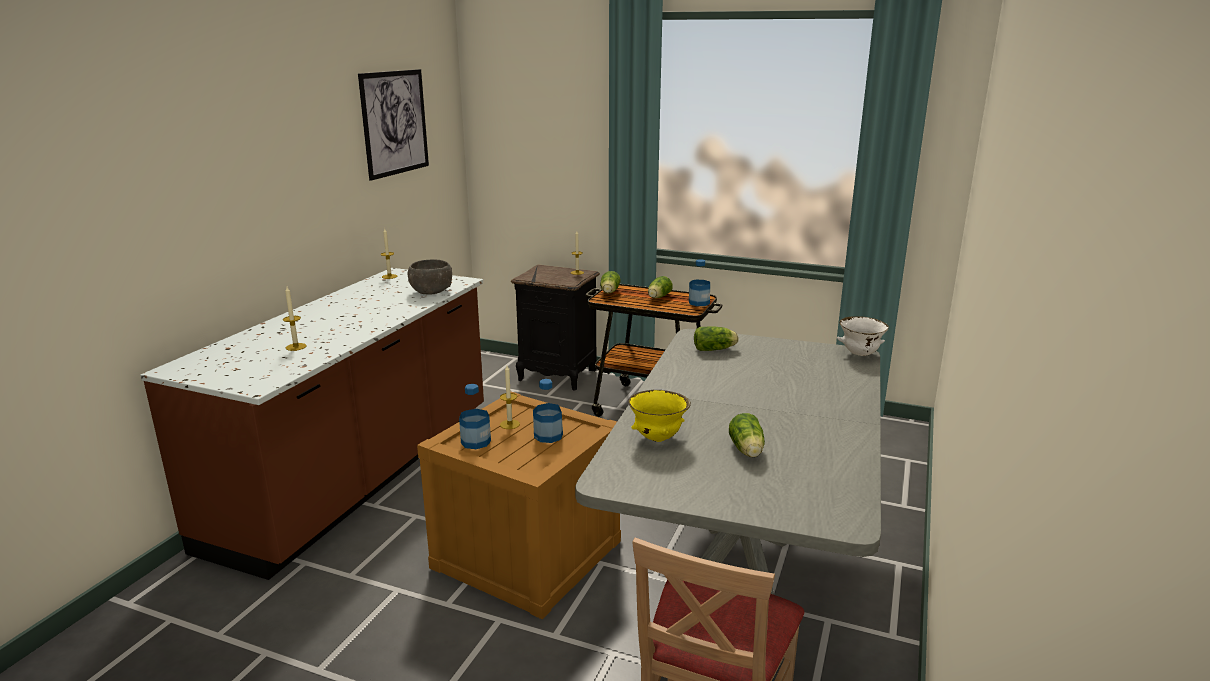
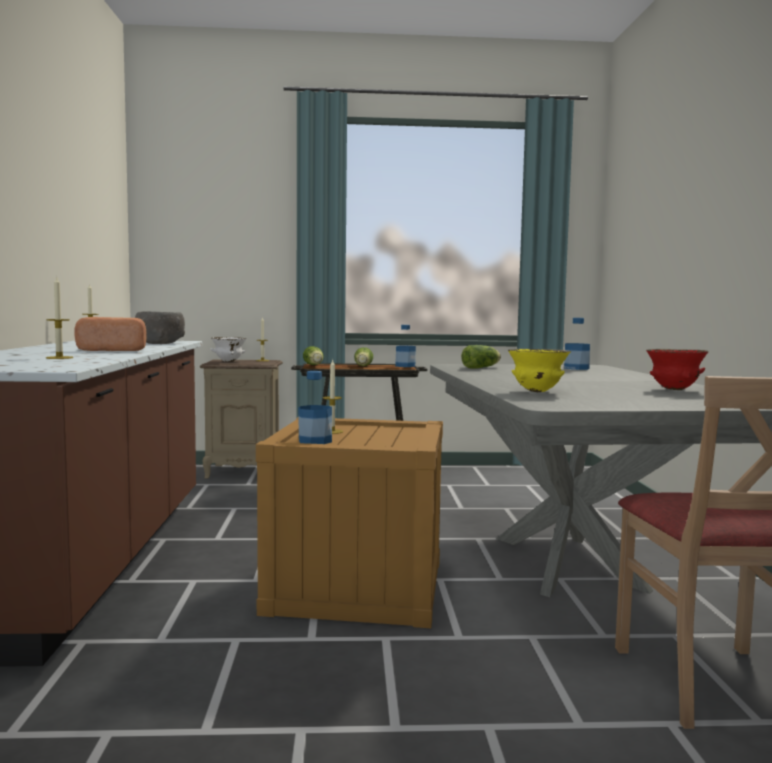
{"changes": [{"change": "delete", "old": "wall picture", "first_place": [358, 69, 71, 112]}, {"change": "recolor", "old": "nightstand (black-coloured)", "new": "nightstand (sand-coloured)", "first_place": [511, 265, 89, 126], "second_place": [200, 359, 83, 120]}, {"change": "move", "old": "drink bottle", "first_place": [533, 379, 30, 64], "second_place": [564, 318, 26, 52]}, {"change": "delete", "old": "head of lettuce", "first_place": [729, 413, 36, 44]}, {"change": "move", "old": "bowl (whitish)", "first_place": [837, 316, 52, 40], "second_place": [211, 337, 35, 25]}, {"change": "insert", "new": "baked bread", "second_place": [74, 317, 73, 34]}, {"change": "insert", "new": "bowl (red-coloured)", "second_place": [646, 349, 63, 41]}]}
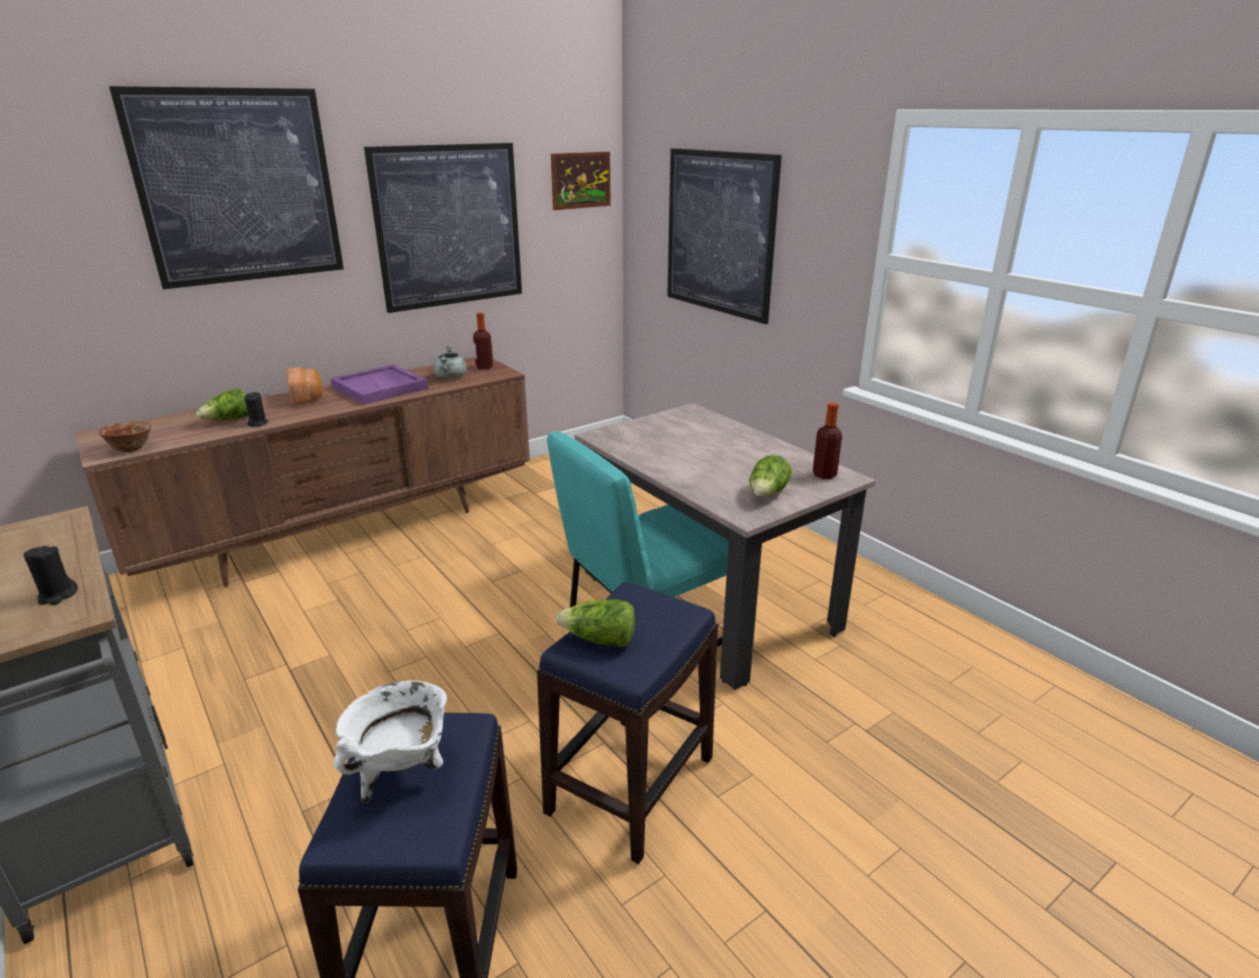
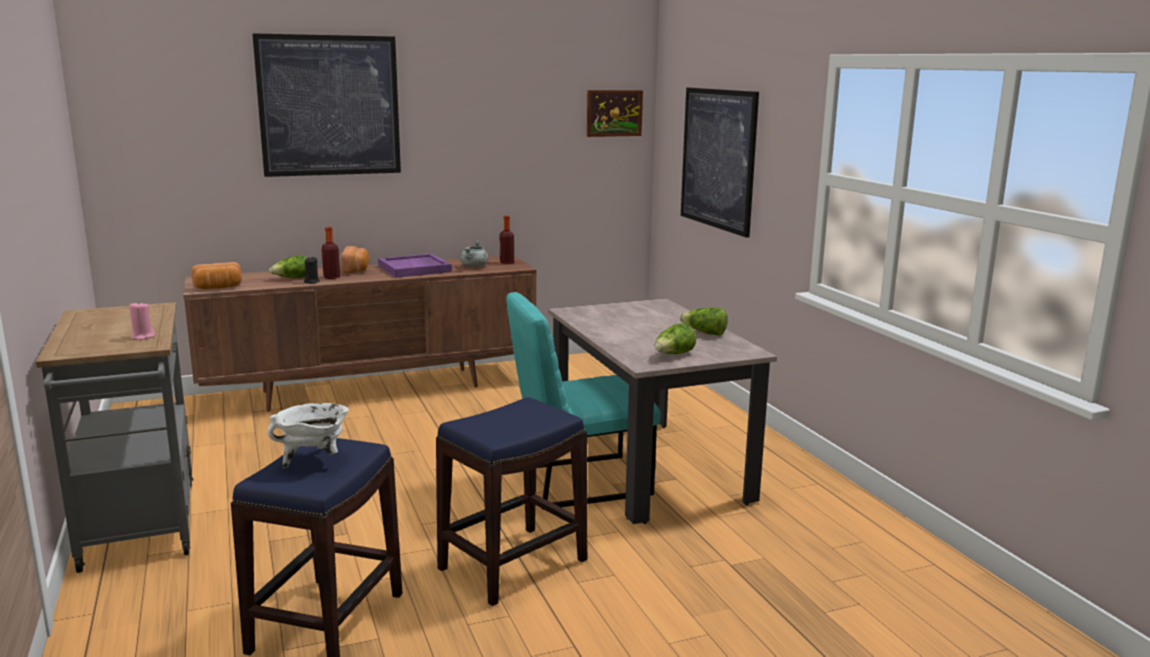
{"changes": [{"change": "recolor", "old": "wax candle (black-coloured)", "new": "wax candle (pinkish)", "first_place": [24, 546, 54, 59], "second_place": [129, 301, 26, 39]}, {"change": "replace", "old": "bowl", "new": "baked bread", "first_place": [98, 421, 54, 31], "second_place": [191, 262, 51, 27]}, {"change": "delete", "old": "wall picture", "first_place": [364, 143, 158, 170]}, {"change": "move", "old": "head of lettuce", "first_place": [556, 599, 79, 49], "second_place": [680, 307, 48, 29]}, {"change": "move", "old": "drink bottle", "first_place": [813, 402, 29, 77], "second_place": [322, 227, 18, 52]}]}
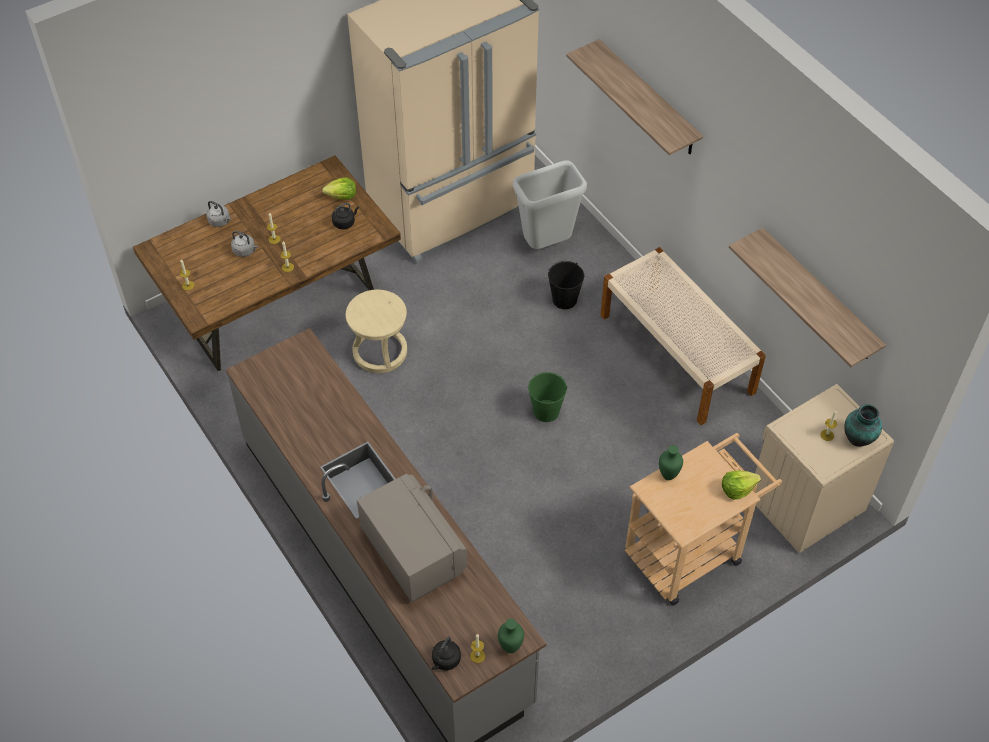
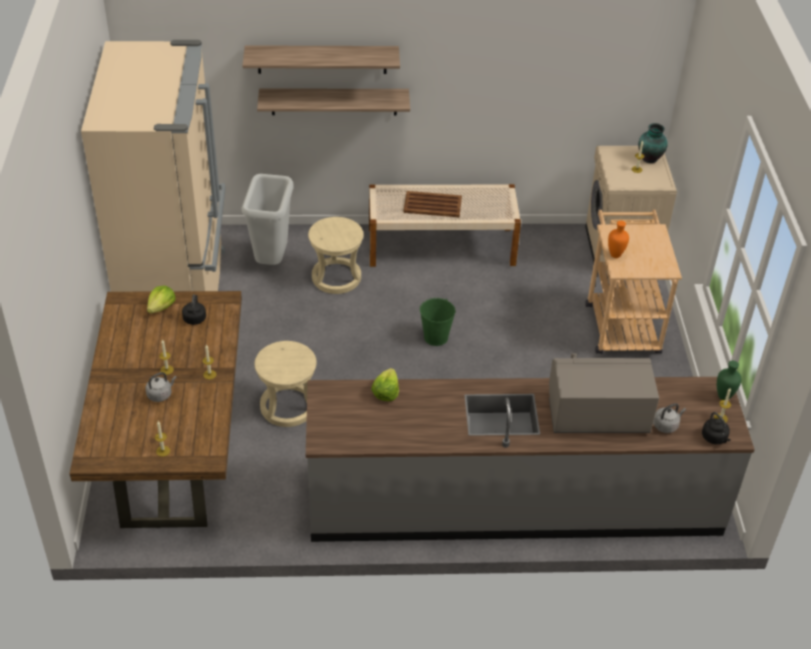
{"changes": [{"change": "move", "old": "water kettle (grey)", "first_place": [206, 201, 25, 26], "second_place": [653, 403, 33, 30]}, {"change": "replace", "old": "water bucket (black-coloured)", "new": "stool (sand-coloured)", "first_place": [548, 261, 36, 48], "second_place": [308, 217, 56, 77]}, {"change": "recolor", "old": "vase (greenish)", "new": "vase (orange)", "first_place": [659, 445, 24, 35], "second_place": [608, 221, 21, 37]}, {"change": "move", "old": "head of lettuce", "first_place": [722, 471, 39, 29], "second_place": [371, 368, 28, 33]}, {"change": "move", "old": "bracket shelf", "first_place": [729, 227, 157, 140], "second_place": [257, 88, 153, 27]}, {"change": "insert", "new": "tray (brown-coloured)", "second_place": [403, 191, 59, 27]}]}
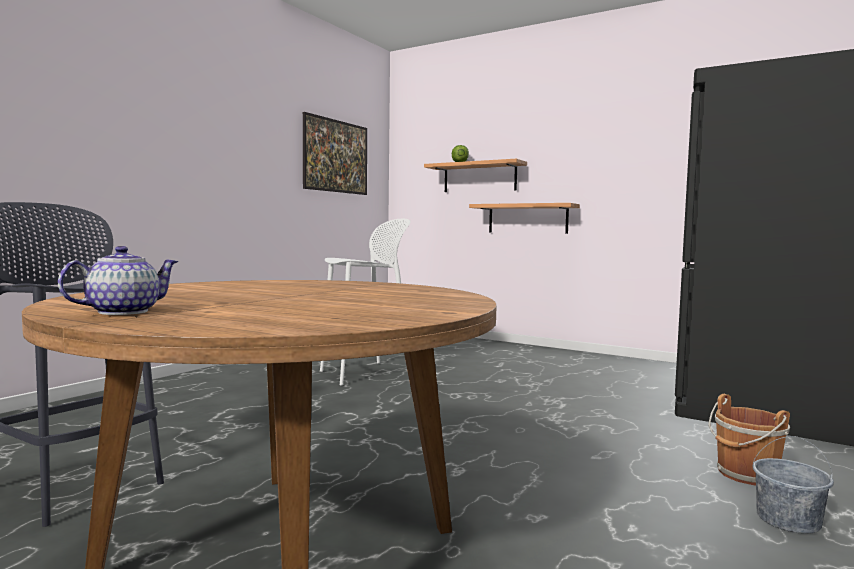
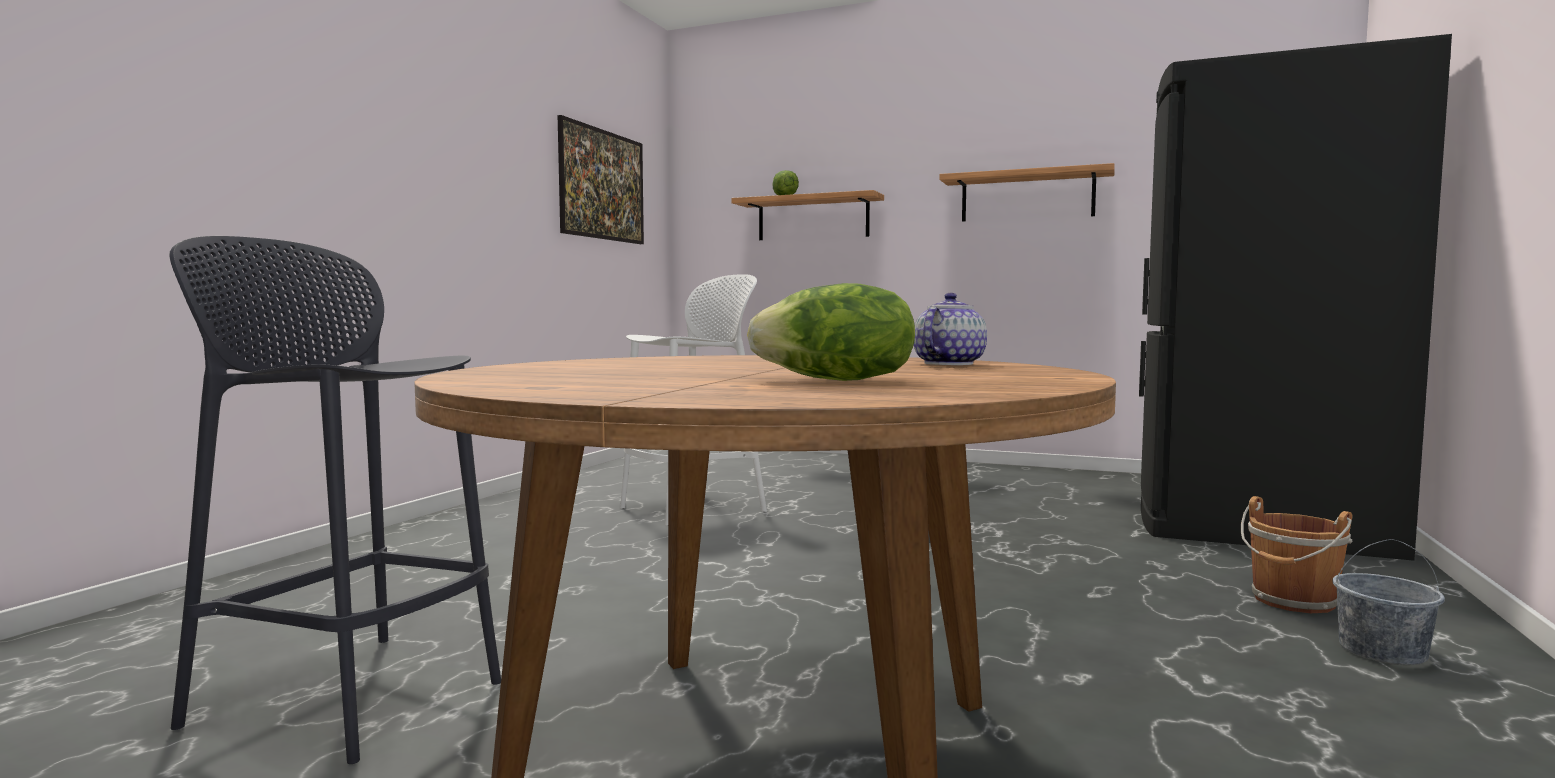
{"changes": [{"change": "move", "old": "tea pot", "first_place": [58, 246, 120, 69], "second_place": [914, 293, 73, 72]}, {"change": "move", "old": "bracket shelf", "first_place": [469, 203, 111, 31], "second_place": [939, 163, 176, 59]}, {"change": "insert", "new": "head of lettuce", "second_place": [747, 283, 168, 98]}]}
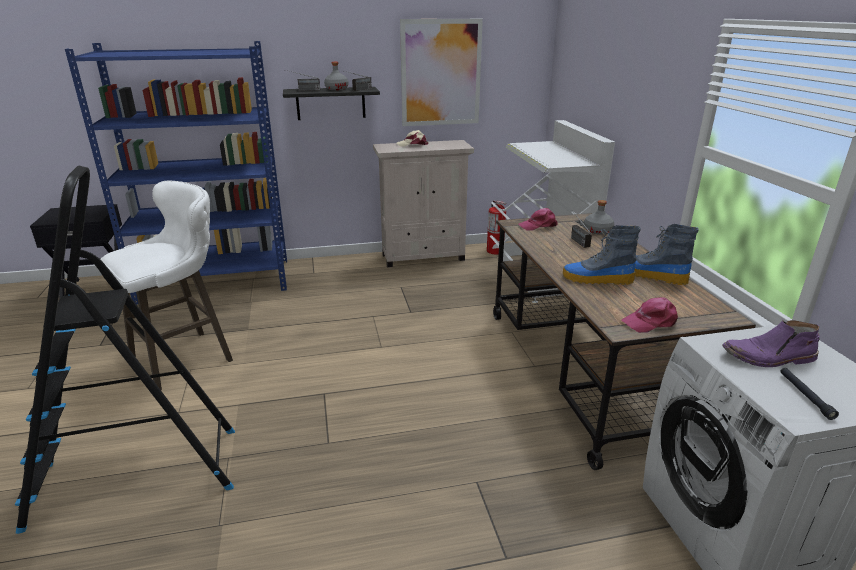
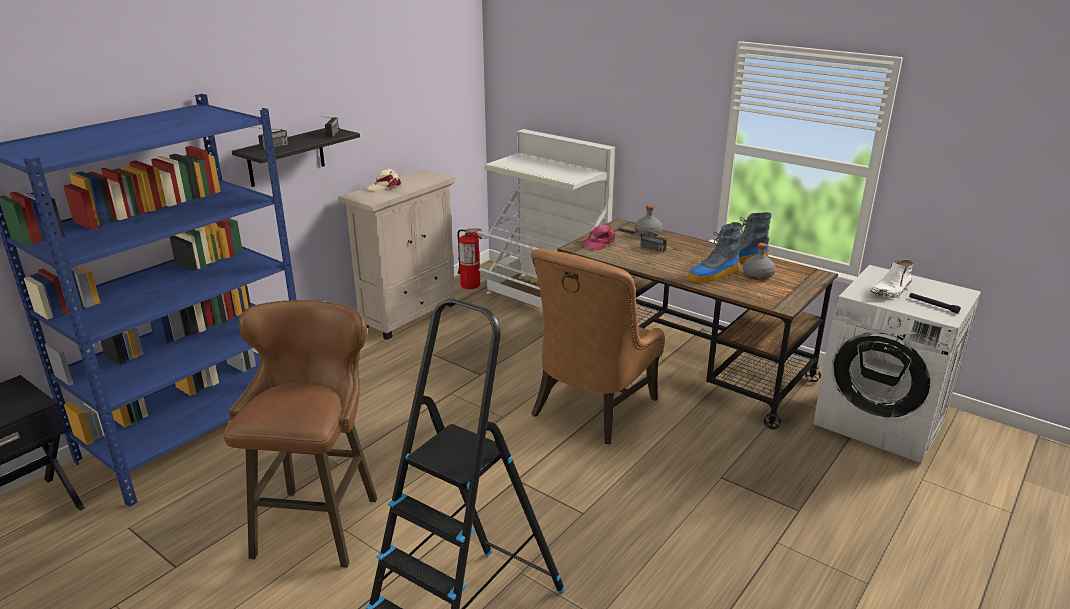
{"changes": [{"change": "recolor", "old": "stool (whitish)", "new": "stool (brown-coloured)", "first_place": [100, 180, 133, 210], "second_place": [224, 300, 153, 268]}, {"change": "move", "old": "drink bottle (grey)", "first_place": [324, 62, 24, 28], "second_place": [743, 243, 33, 37]}, {"change": "delete", "old": "wall picture", "first_place": [400, 19, 83, 107]}, {"change": "delete", "old": "peaked cap (pinkish)", "first_place": [621, 297, 57, 36]}, {"change": "recolor", "old": "boot (purple-coloured)", "new": "boot (whitish)", "first_place": [722, 320, 98, 47], "second_place": [870, 260, 43, 38]}, {"change": "insert", "new": "upright chair (brown-coloured)", "second_place": [531, 249, 134, 195]}]}
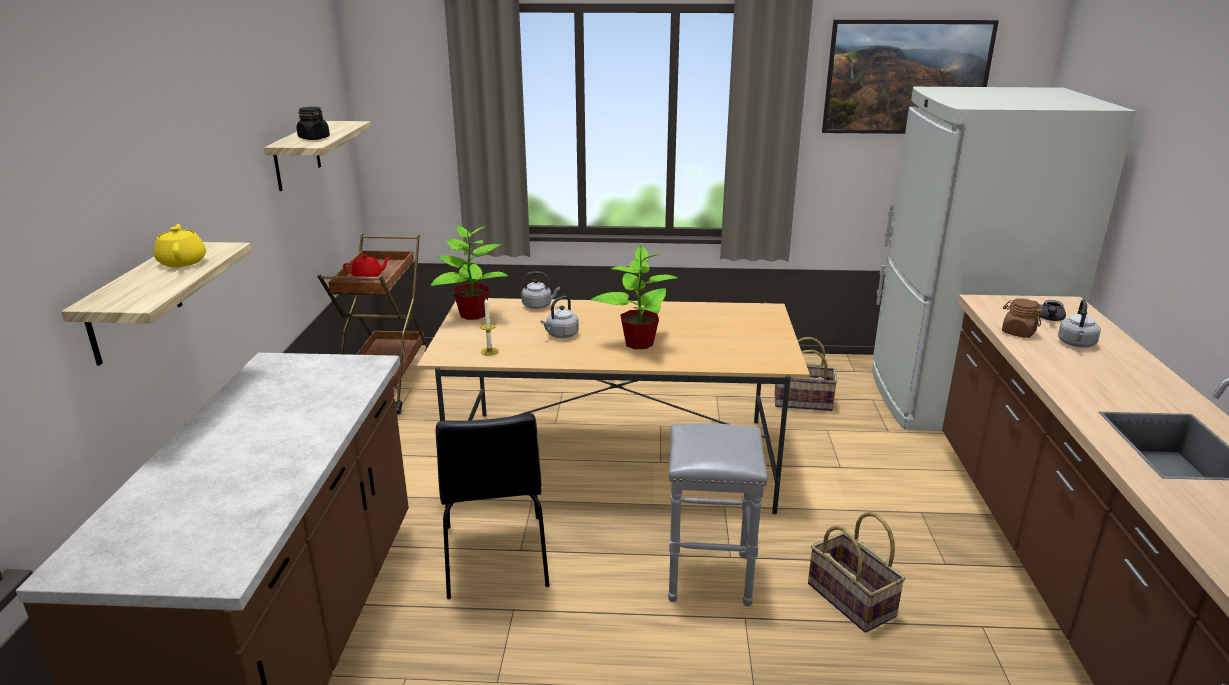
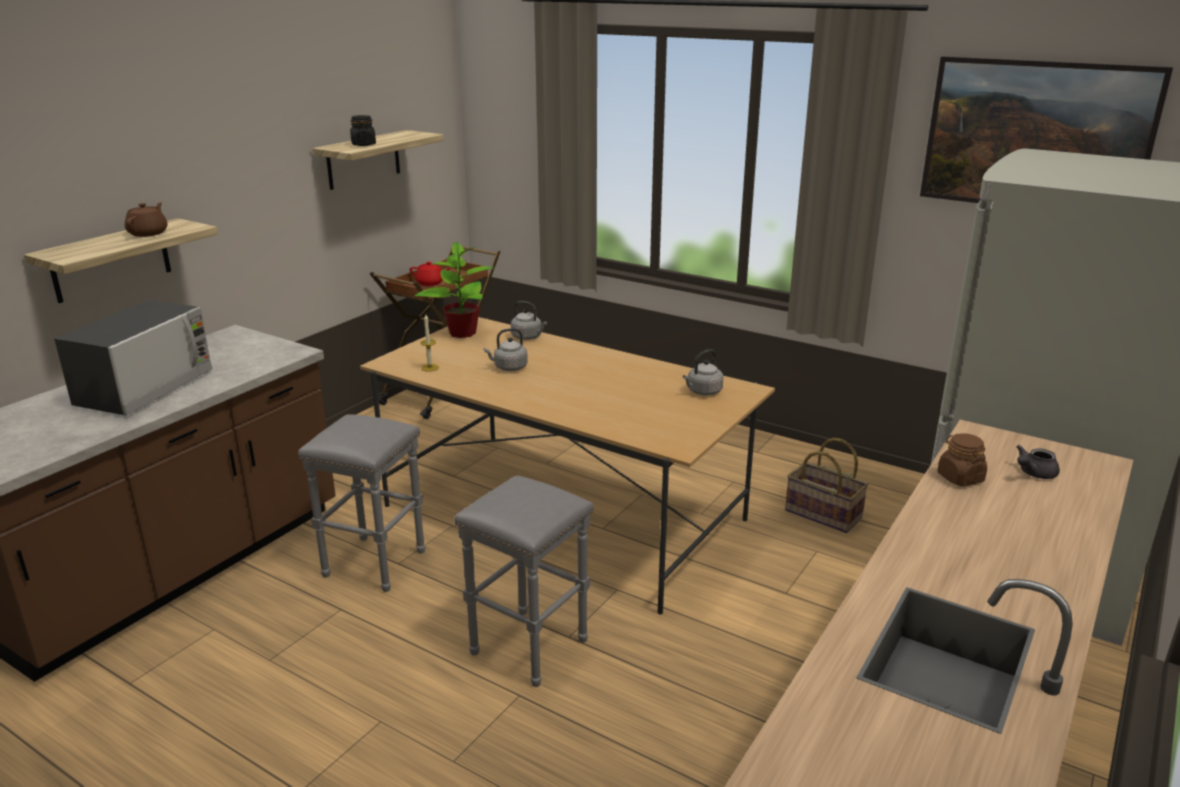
{"changes": [{"change": "recolor", "old": "tea pot (yellow-coloured)", "new": "tea pot (brown-coloured)", "first_place": [154, 224, 52, 43], "second_place": [125, 202, 43, 35]}, {"change": "replace", "old": "upright chair (black-coloured)", "new": "stool (grey)", "first_place": [436, 413, 114, 186], "second_place": [298, 414, 127, 178]}, {"change": "delete", "old": "potted plant", "first_place": [591, 245, 87, 104]}, {"change": "delete", "old": "basket", "first_place": [808, 512, 97, 120]}, {"change": "move", "old": "water kettle (grey)", "first_place": [1058, 300, 43, 48], "second_place": [683, 349, 40, 47]}, {"change": "insert", "new": "microwave", "second_place": [54, 300, 159, 116]}]}
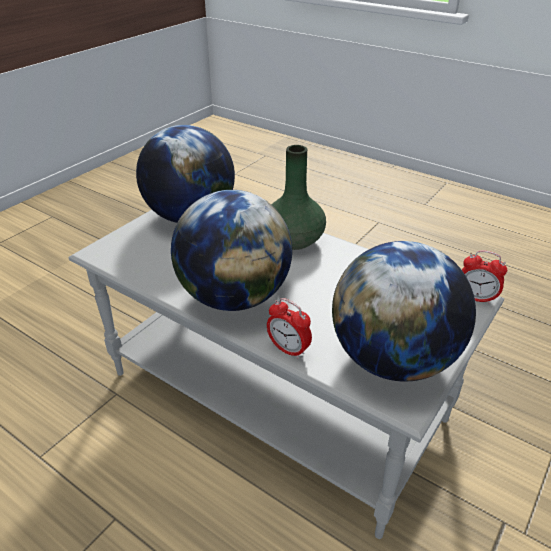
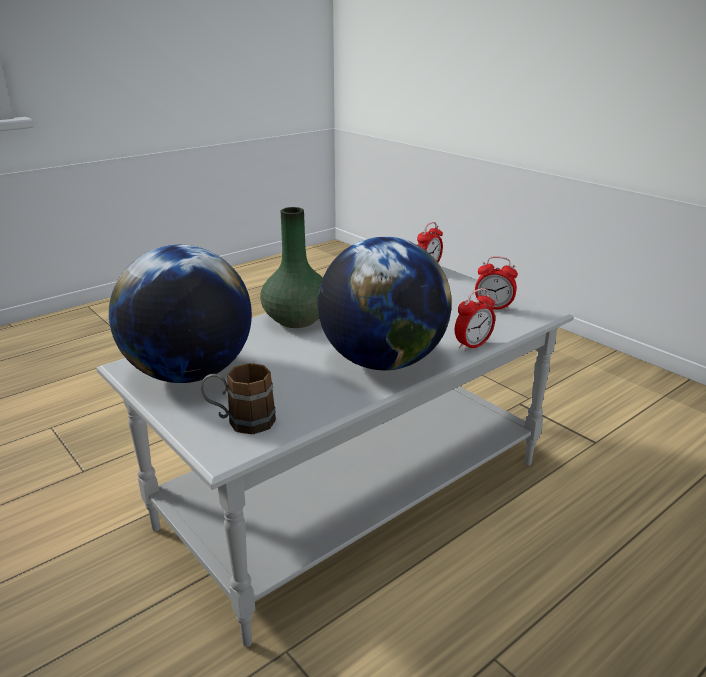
{"changes": [{"change": "replace", "old": "globe", "new": "bedside clock", "first_place": [332, 241, 144, 140], "second_place": [475, 256, 43, 55]}, {"change": "insert", "new": "coffee mug (brown-coloured)", "second_place": [201, 363, 75, 71]}]}
